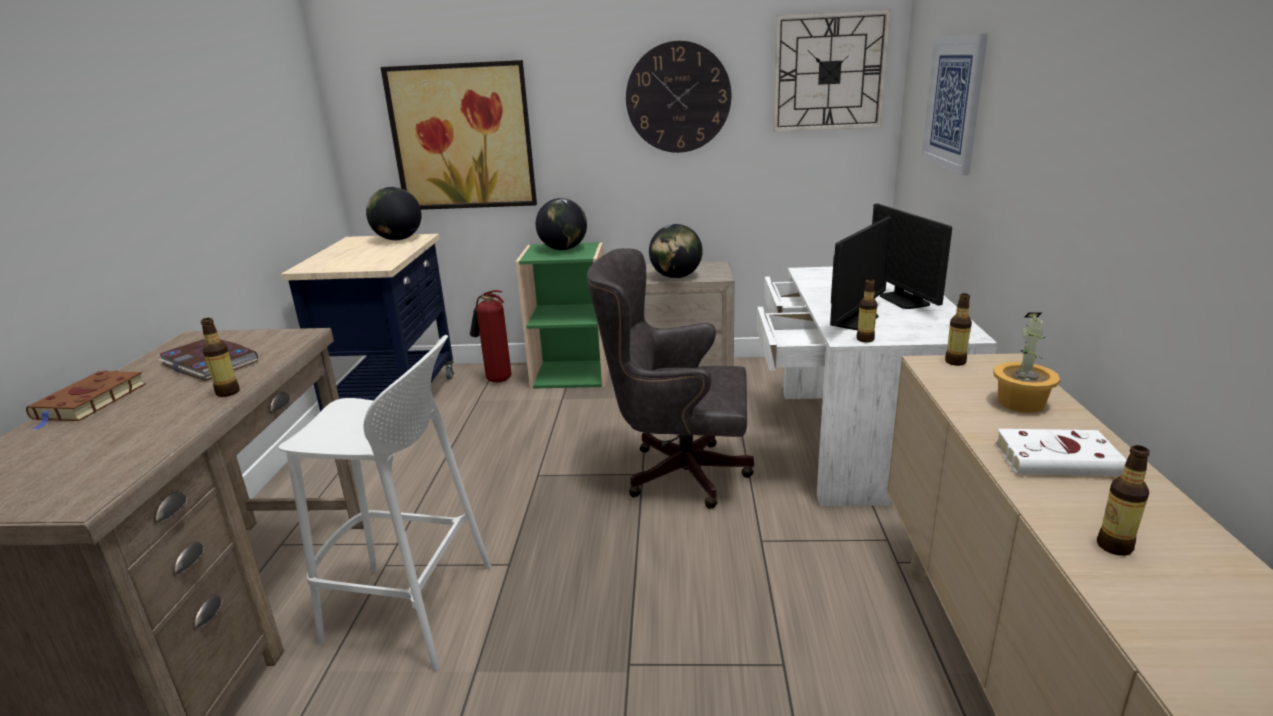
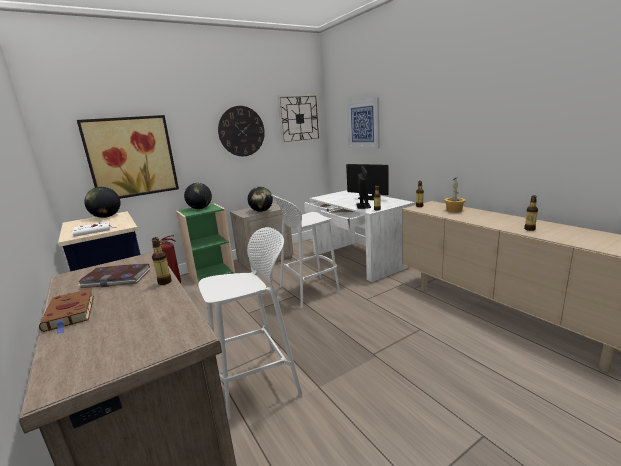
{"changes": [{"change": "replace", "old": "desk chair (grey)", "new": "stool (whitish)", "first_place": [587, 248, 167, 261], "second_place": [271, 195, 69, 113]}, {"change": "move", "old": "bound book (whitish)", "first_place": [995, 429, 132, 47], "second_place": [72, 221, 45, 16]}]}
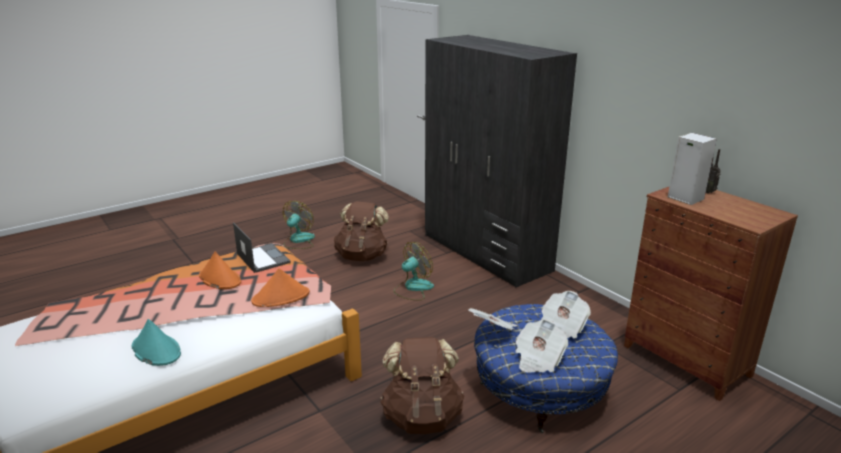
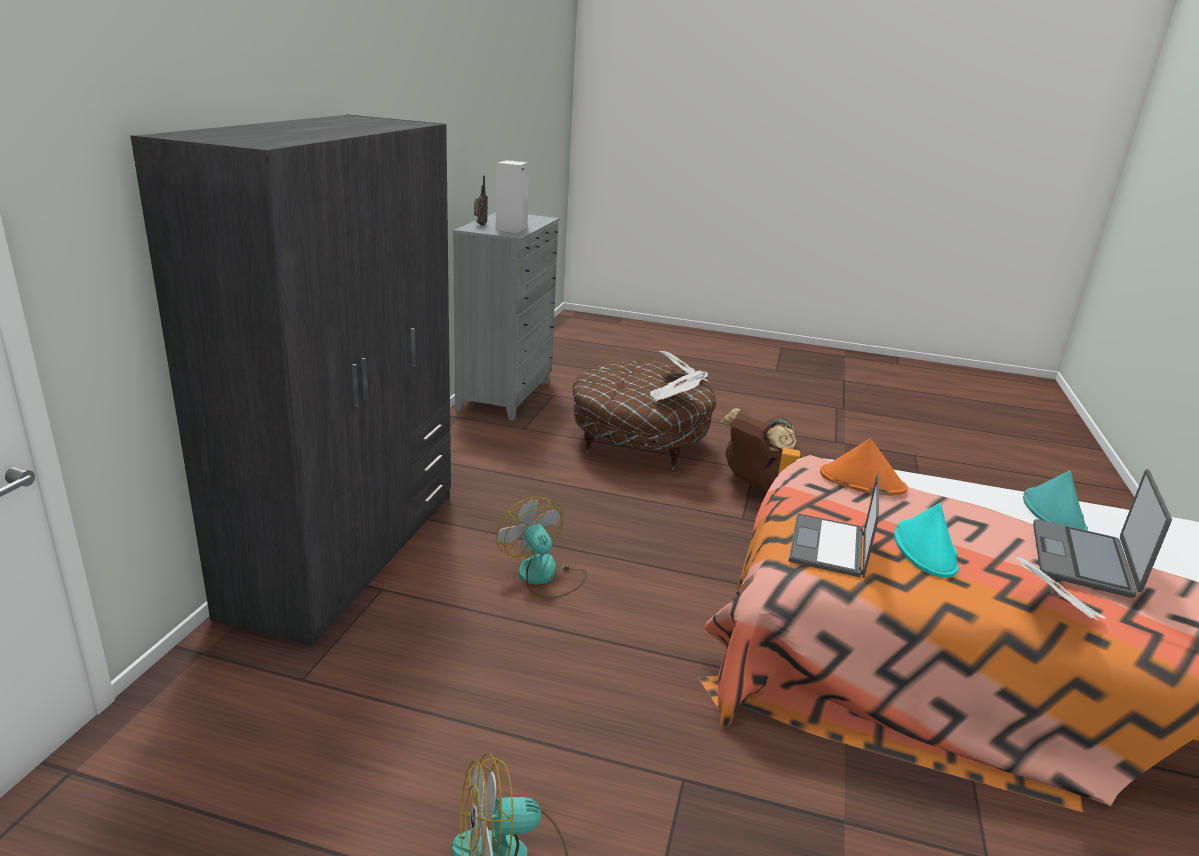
{"changes": [{"change": "recolor", "old": "hat (orange)", "new": "hat (turquoise-coloured)", "first_place": [199, 252, 42, 37], "second_place": [894, 503, 65, 75]}, {"change": "delete", "old": "backpack (brown-coloured)", "first_place": [334, 201, 55, 60]}, {"change": "rotate", "old": "cooling fan", "first_place": [394, 242, 40, 58], "second_place": [496, 497, 91, 102], "degrees": 45}, {"change": "recolor", "old": "footrest (bluish)", "new": "footrest (brown-coloured)", "first_place": [474, 304, 144, 129], "second_place": [572, 360, 144, 111]}, {"change": "move", "old": "newspaper", "first_place": [541, 291, 50, 47], "second_place": [1015, 557, 91, 64]}, {"change": "recolor", "old": "drawer chest (brown-coloured)", "new": "drawer chest (grey)", "first_place": [624, 187, 174, 214], "second_place": [453, 212, 106, 209]}, {"change": "insert", "new": "notebook computer", "second_place": [1033, 469, 139, 129]}]}
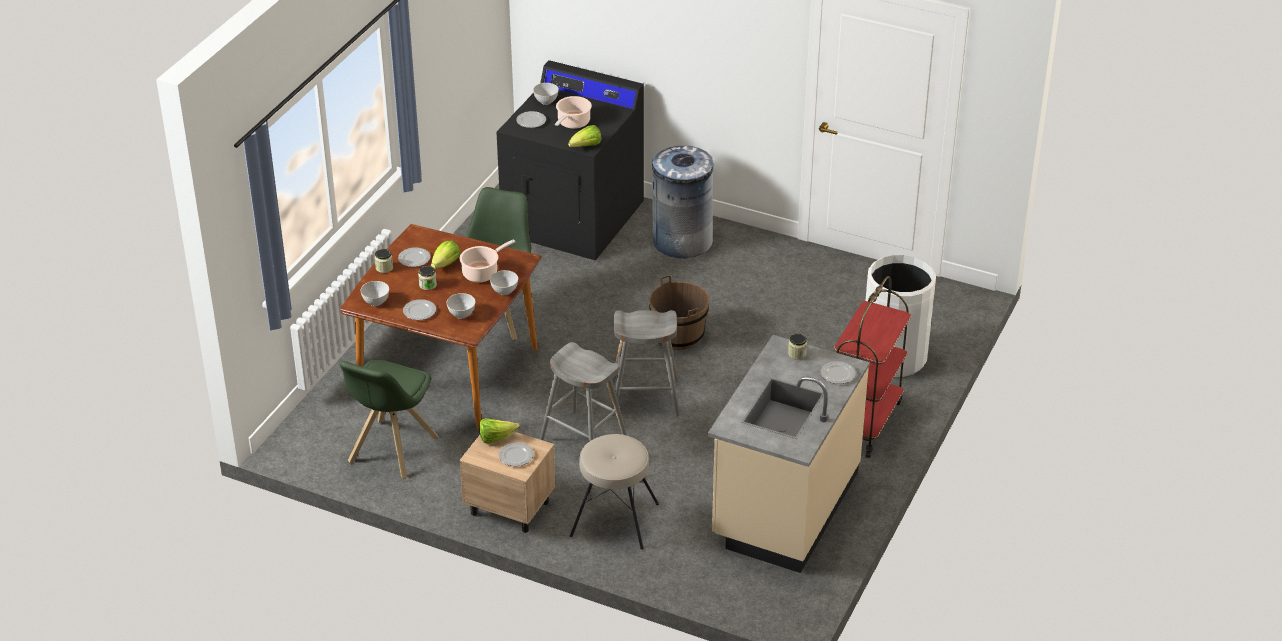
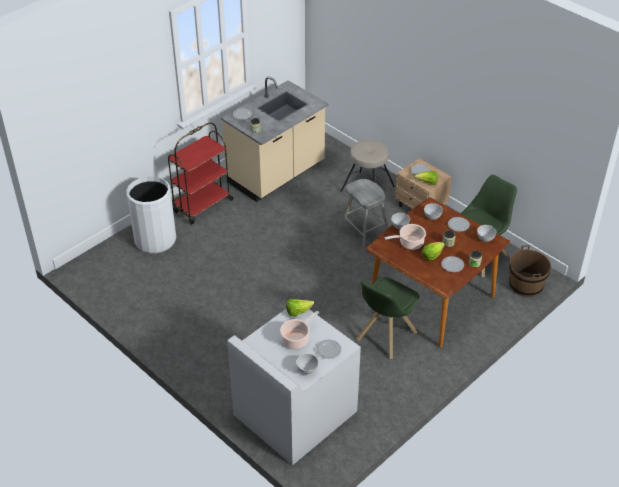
{"changes": [{"change": "recolor", "old": "washing machine (black-coloured)", "new": "washing machine (whitish)", "first_place": [496, 60, 148, 201], "second_place": [227, 308, 134, 158]}, {"change": "delete", "old": "stool (grey)", "first_place": [612, 310, 68, 106]}, {"change": "move", "old": "water bucket (brown-coloured)", "first_place": [649, 275, 61, 75], "second_place": [509, 245, 42, 52]}, {"change": "delete", "old": "waste bin (grey)", "first_place": [652, 145, 62, 113]}]}
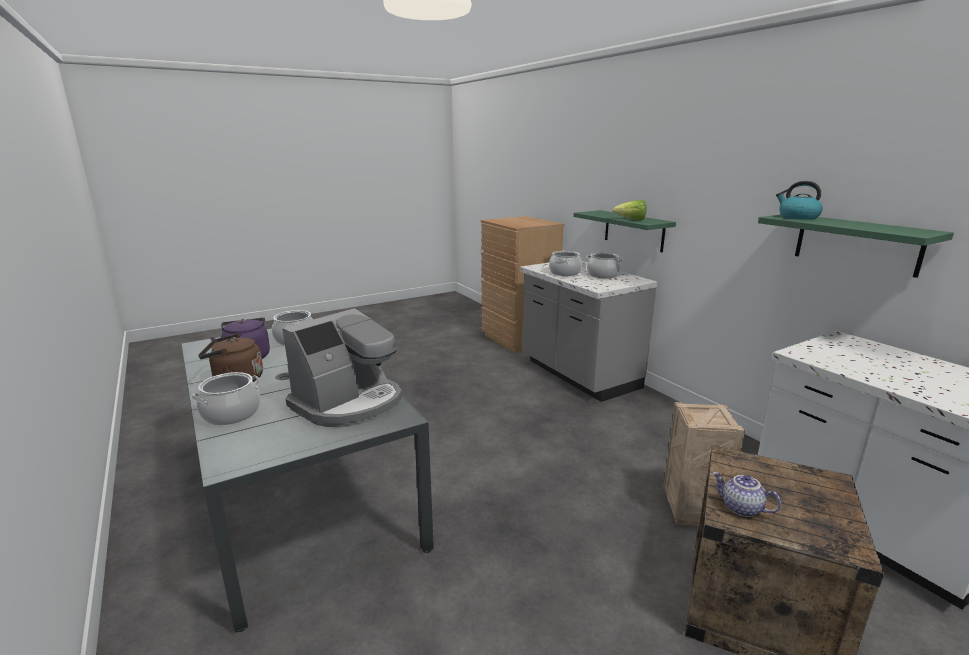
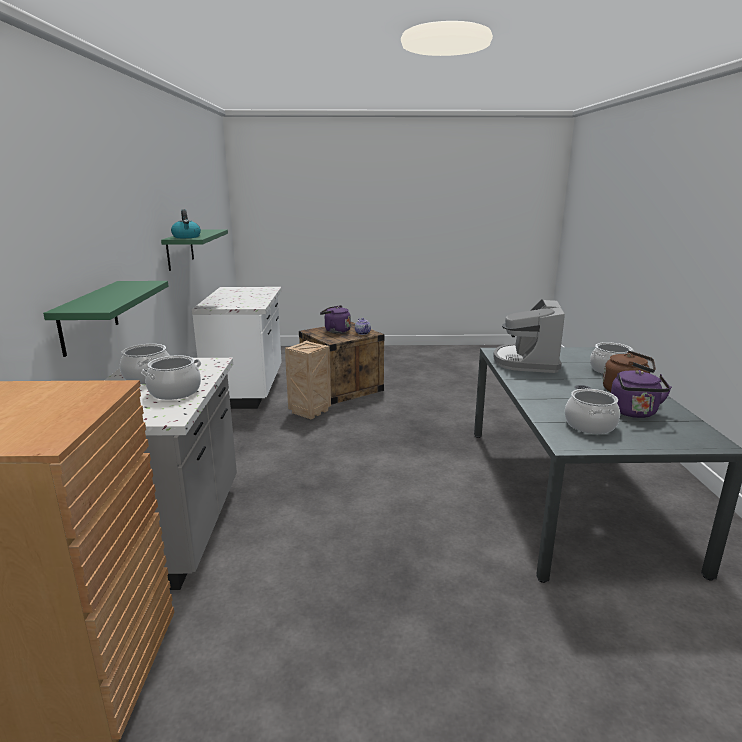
{"changes": [{"change": "rotate", "old": "coffee brewer", "first_place": [282, 308, 120, 119], "second_place": [493, 299, 72, 74], "degrees": -60}, {"change": "delete", "old": "head of lettuce", "first_place": [612, 200, 35, 20]}, {"change": "insert", "new": "water kettle (purple-coloured)", "second_place": [320, 305, 31, 28]}]}
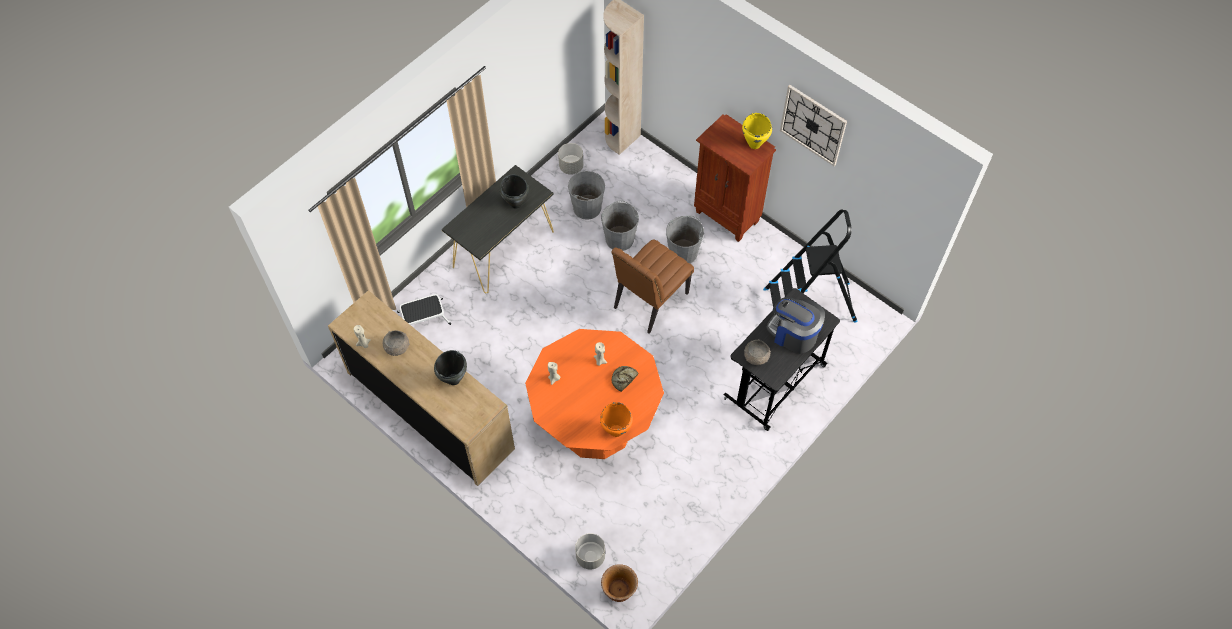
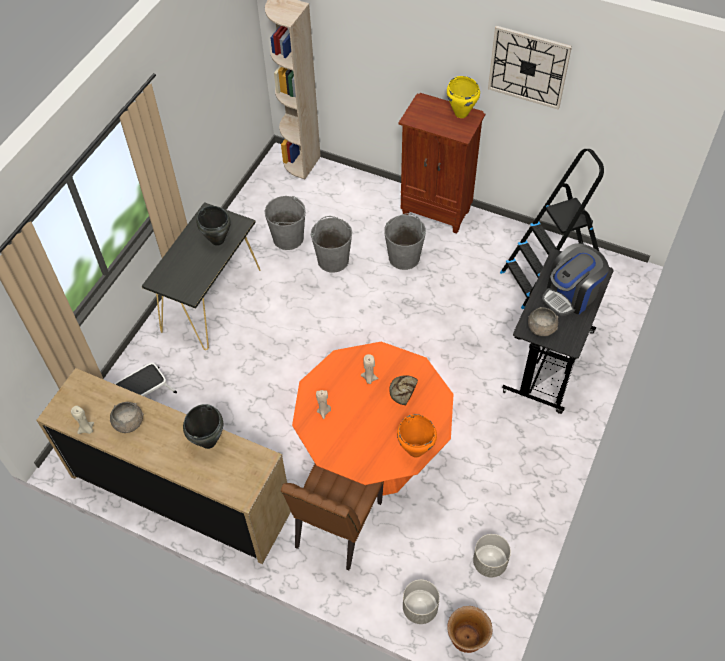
{"changes": [{"change": "move", "old": "planter (grey)", "first_place": [558, 143, 26, 32], "second_place": [473, 534, 38, 43]}, {"change": "move", "old": "upright chair (brown-coloured)", "first_place": [611, 239, 83, 95], "second_place": [281, 464, 103, 106]}, {"change": "rotate", "old": "coffee brewer", "first_place": [766, 297, 59, 57], "second_place": [542, 243, 67, 73], "degrees": -60}]}
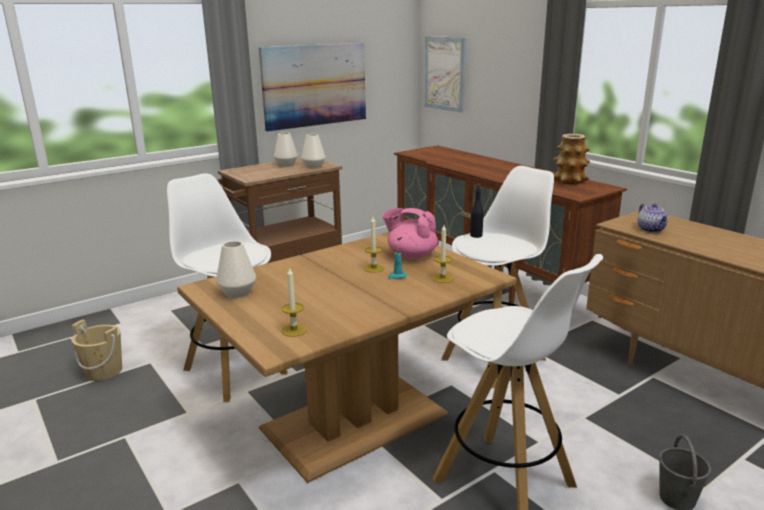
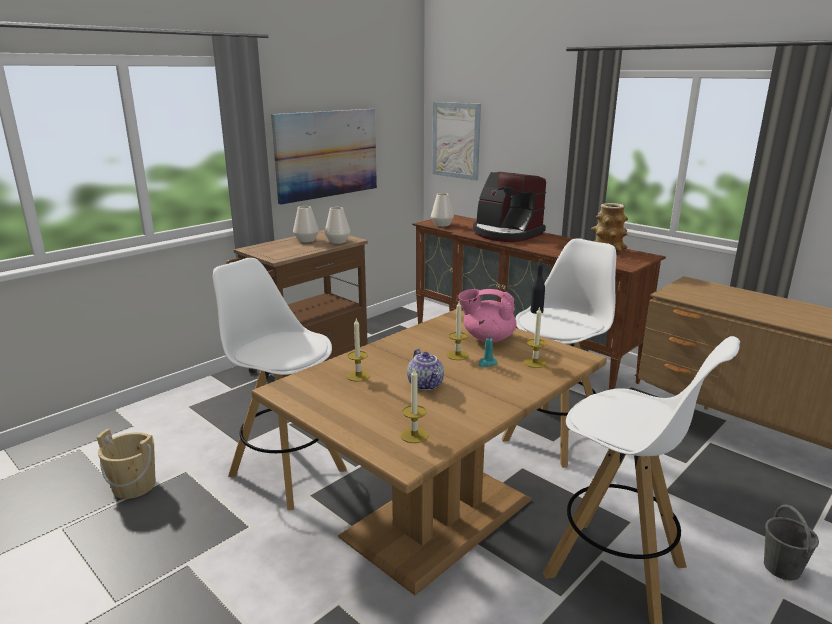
{"changes": [{"change": "move", "old": "vase (whitish)", "first_place": [216, 241, 40, 57], "second_place": [431, 193, 23, 34]}, {"change": "move", "old": "tea pot", "first_place": [637, 203, 32, 30], "second_place": [407, 349, 37, 41]}, {"change": "insert", "new": "wax candle", "second_place": [347, 318, 23, 64]}, {"change": "insert", "new": "coffee brewer", "second_place": [473, 172, 73, 70]}]}
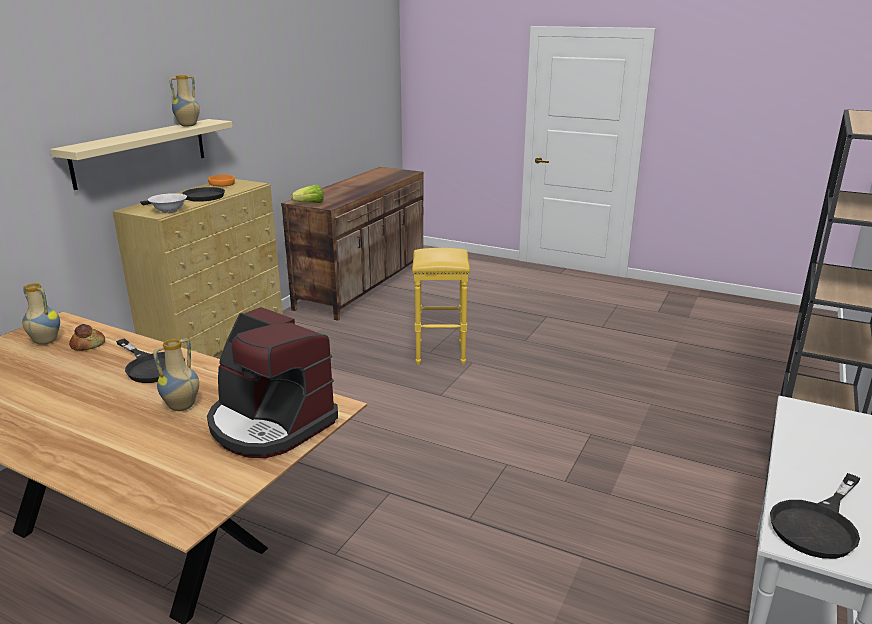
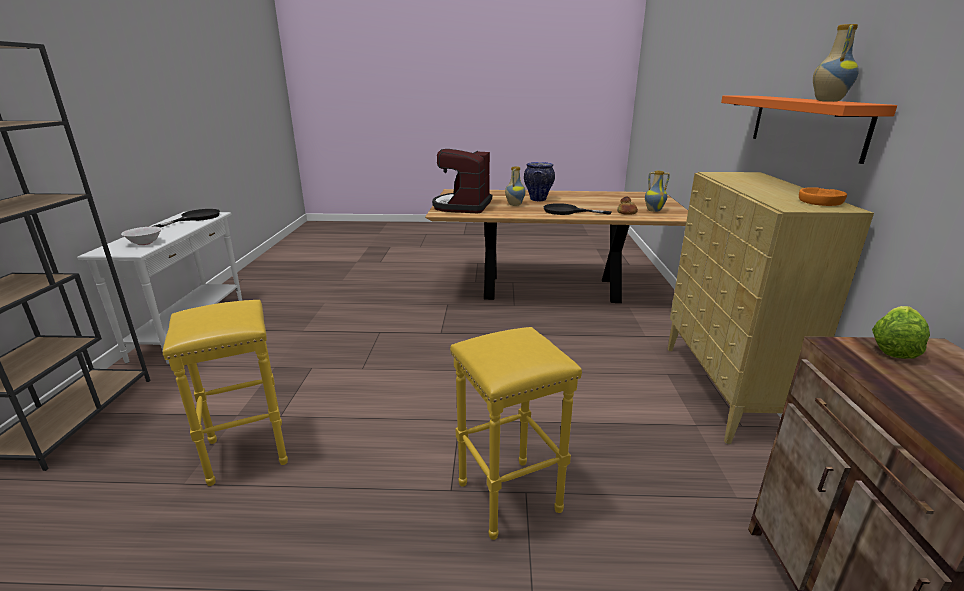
{"changes": [{"change": "recolor", "old": "bracket shelf (sand-coloured)", "new": "bracket shelf (orange)", "first_place": [50, 119, 183, 71], "second_place": [721, 96, 176, 68]}, {"change": "delete", "old": "frying pan (black-coloured)", "first_place": [140, 187, 85, 19]}, {"change": "move", "old": "bowl (whitish)", "first_place": [148, 193, 39, 20], "second_place": [121, 227, 41, 18]}, {"change": "rotate", "old": "coffee brewer", "first_place": [207, 307, 131, 151], "second_place": [432, 149, 60, 64], "degrees": -90}, {"change": "insert", "new": "stool (yellow-coloured)", "second_place": [163, 300, 125, 186]}, {"change": "insert", "new": "vase", "second_place": [524, 162, 31, 39]}]}
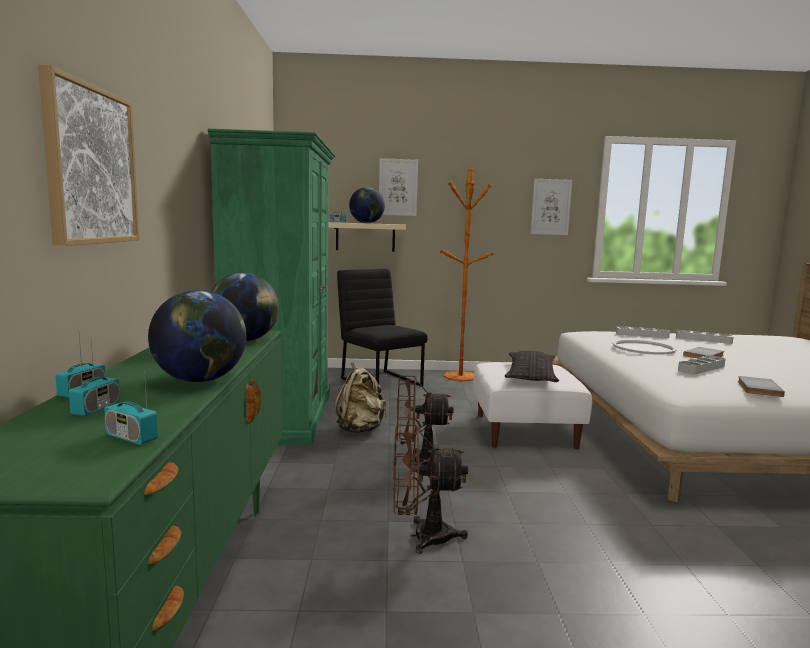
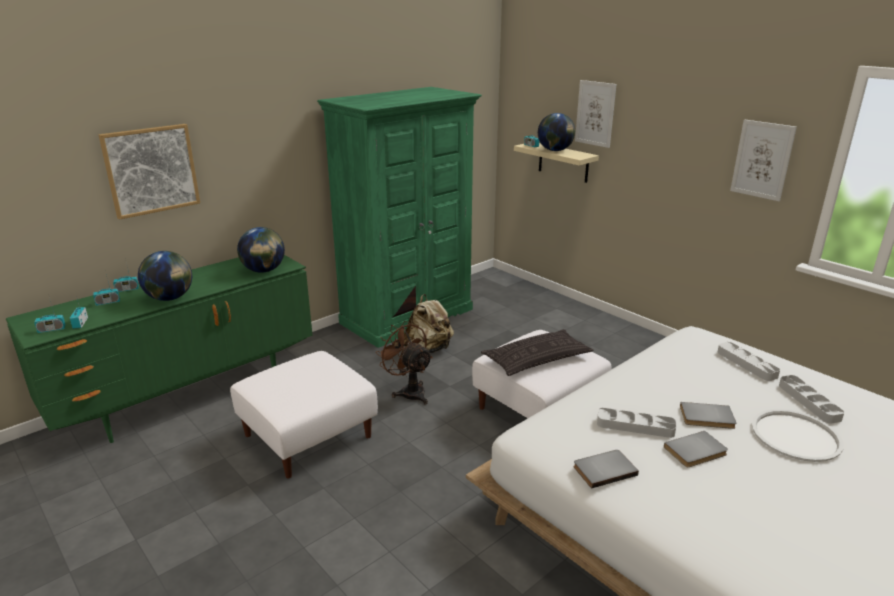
{"changes": [{"change": "delete", "old": "upright chair (black-coloured)", "first_place": [337, 269, 91, 120]}, {"change": "replace", "old": "cooling fan (brown-coloured)", "new": "footrest (whitish)", "first_place": [393, 424, 75, 130], "second_place": [230, 351, 148, 128]}, {"change": "delete", "old": "garment rack (orange)", "first_place": [440, 167, 54, 214]}, {"change": "move", "old": "tray (whitish)", "first_place": [613, 339, 64, 16], "second_place": [752, 409, 92, 53]}, {"change": "insert", "new": "radio", "second_place": [34, 294, 32, 39]}, {"change": "insert", "new": "bound book (grey)", "second_place": [664, 431, 64, 36]}]}
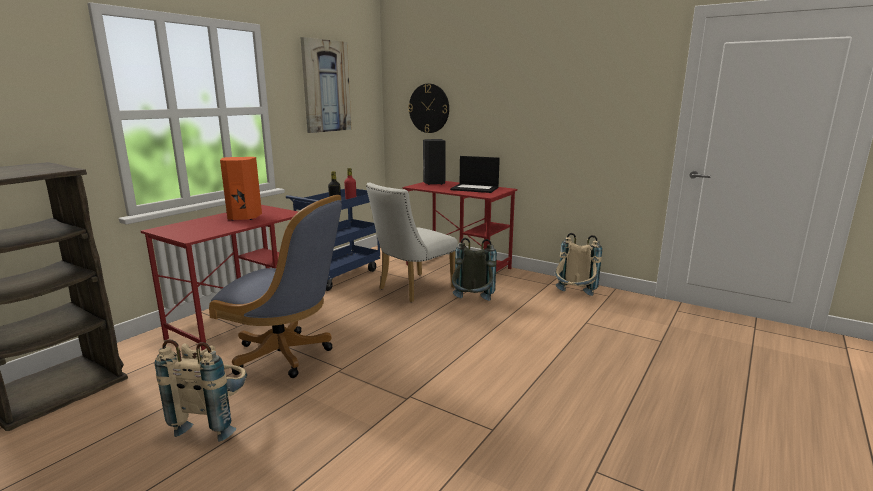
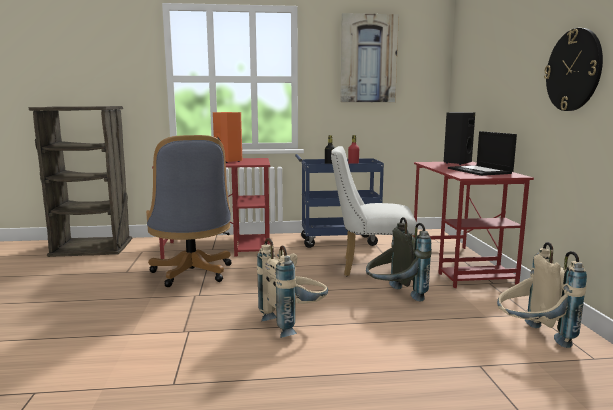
{"changes": [{"change": "move", "old": "backpack (sand-coloured)", "first_place": [155, 339, 92, 103], "second_place": [257, 238, 71, 100]}, {"change": "move", "old": "hanging clock", "first_place": [408, 84, 41, 49], "second_place": [544, 28, 59, 83]}]}
